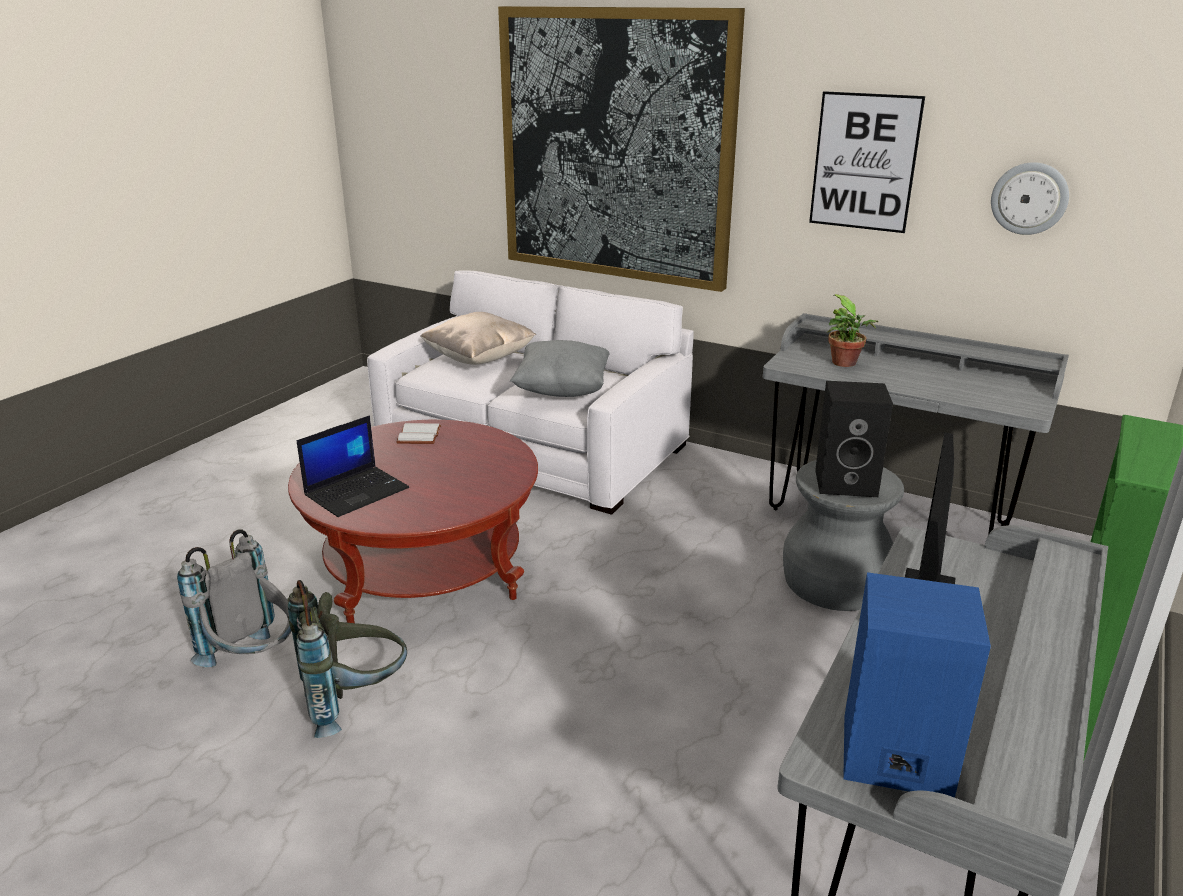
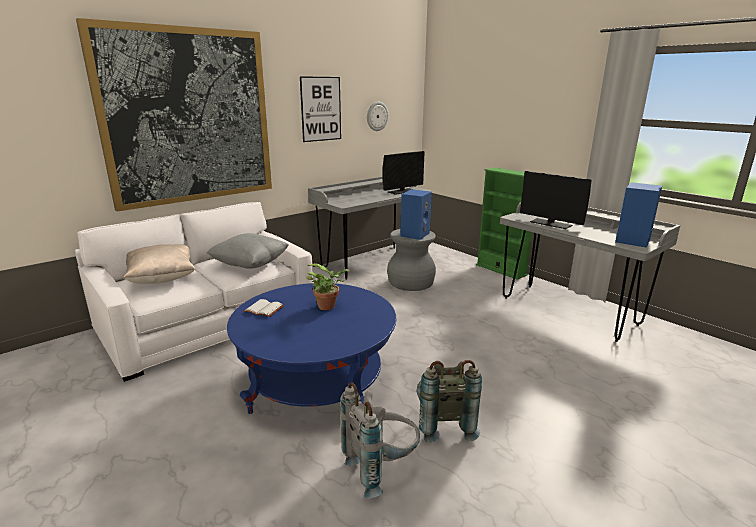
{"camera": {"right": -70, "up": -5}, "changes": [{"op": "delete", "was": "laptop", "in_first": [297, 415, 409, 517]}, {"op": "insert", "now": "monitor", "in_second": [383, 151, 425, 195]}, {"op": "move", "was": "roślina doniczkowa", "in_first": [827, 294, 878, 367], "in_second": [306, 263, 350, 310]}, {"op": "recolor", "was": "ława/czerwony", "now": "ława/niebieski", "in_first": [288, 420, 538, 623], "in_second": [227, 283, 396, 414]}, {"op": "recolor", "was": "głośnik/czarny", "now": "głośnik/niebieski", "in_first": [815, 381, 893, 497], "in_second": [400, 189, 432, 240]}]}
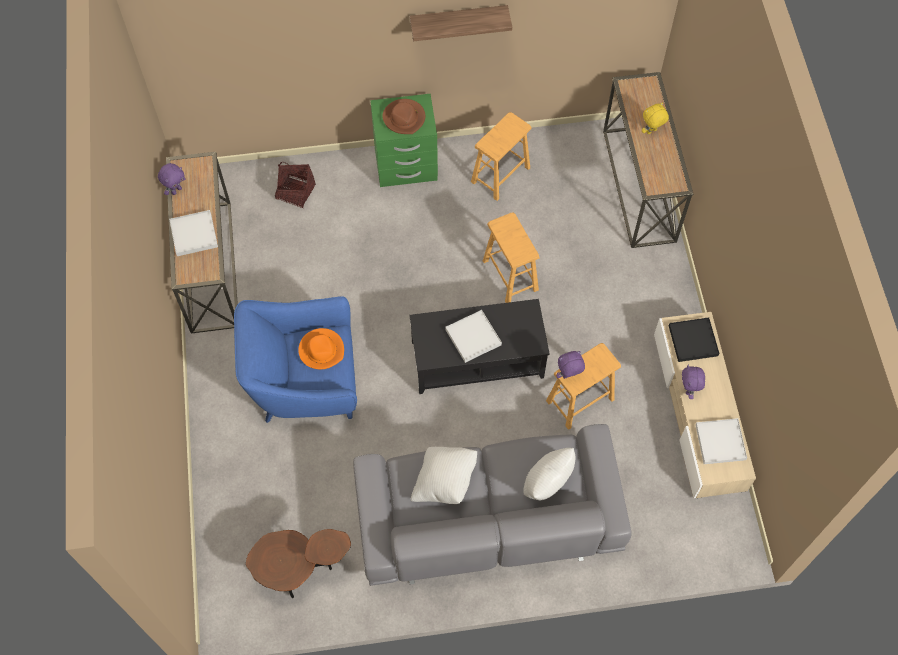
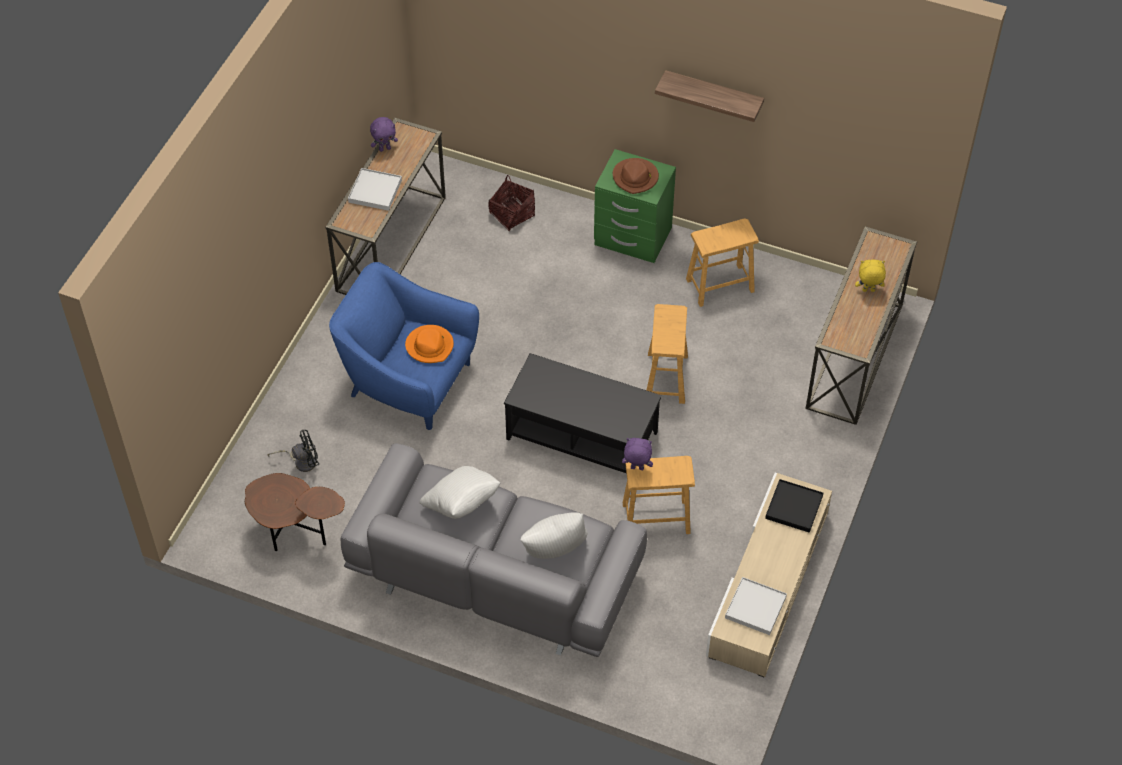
{"camera": {"right": 30, "up": -10}, "changes": [{"op": "delete", "was": "taca/biały", "in_first": [445, 310, 502, 363]}, {"op": "delete", "was": "pluszak/fioletowy", "in_first": [682, 365, 705, 399]}, {"op": "insert", "now": "wentylator/czarny", "in_second": [267, 429, 319, 472]}]}
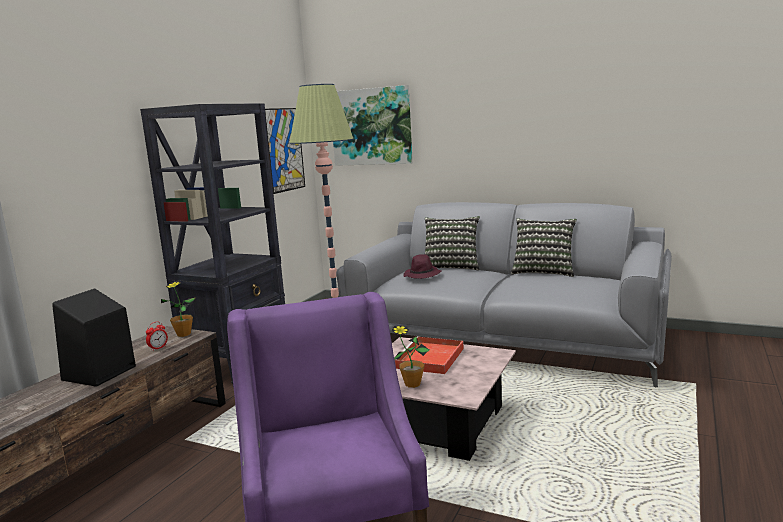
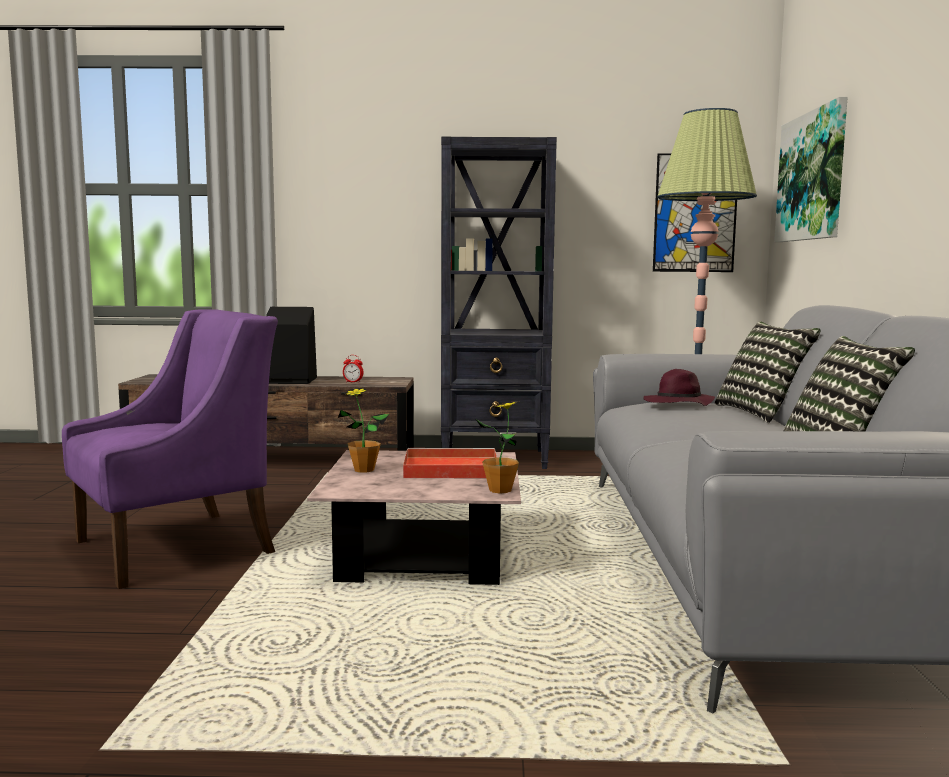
{"camera": {"right": 65, "up": -5}, "changes": [{"op": "move", "was": "roślina doniczkowa", "in_first": [161, 281, 195, 337], "in_second": [477, 402, 519, 493]}]}
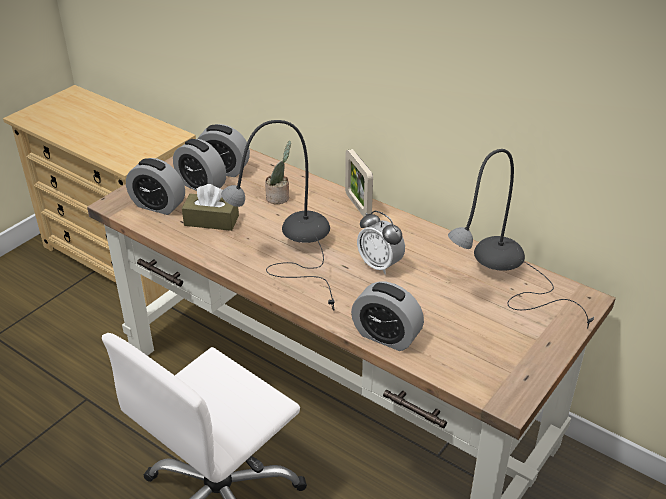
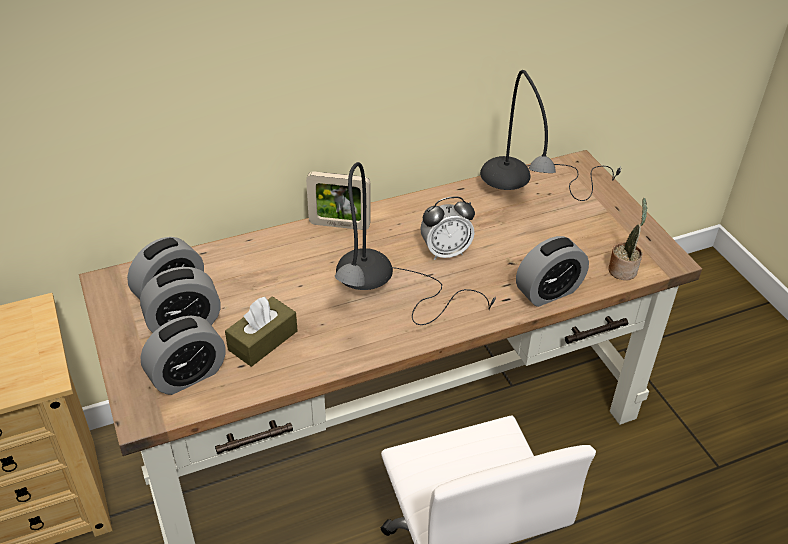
{"camera": {"right": -60, "up": 5}, "changes": [{"op": "move", "was": "roślina doniczkowa", "in_first": [265, 141, 291, 204], "in_second": [608, 198, 647, 280]}]}
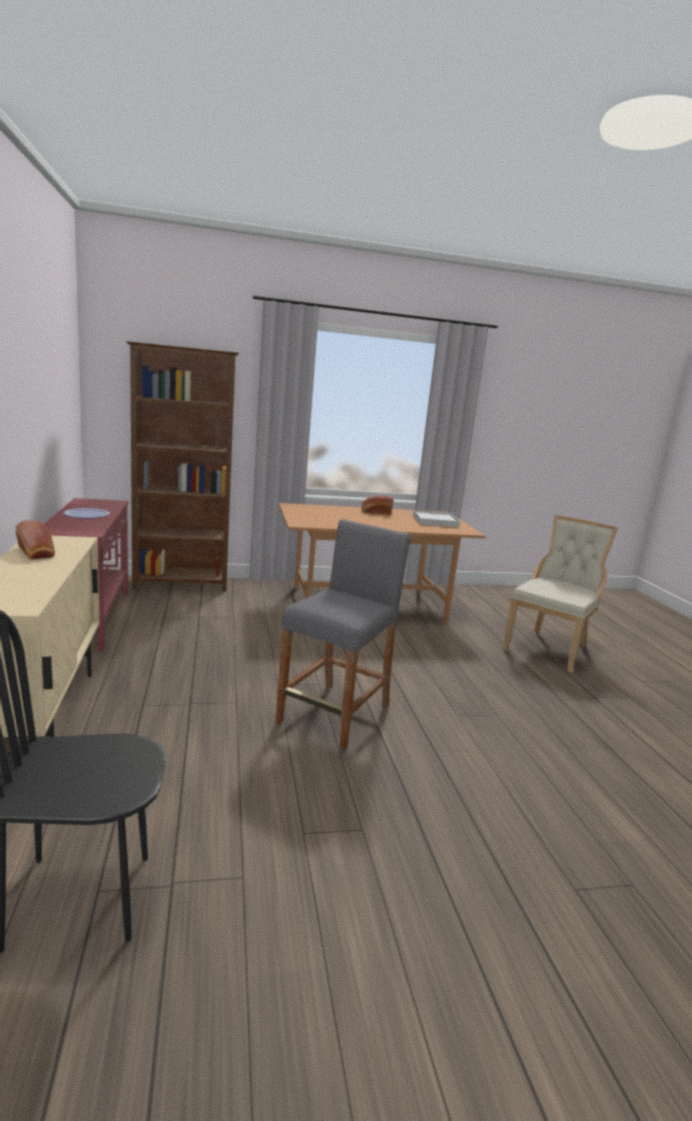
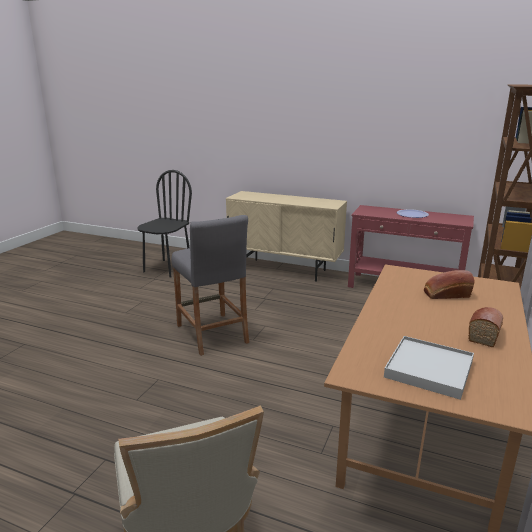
{"camera": {"right": 125, "up": 5}, "changes": [{"op": "move", "was": "chleb", "in_first": [16, 520, 55, 559], "in_second": [424, 270, 474, 299]}]}
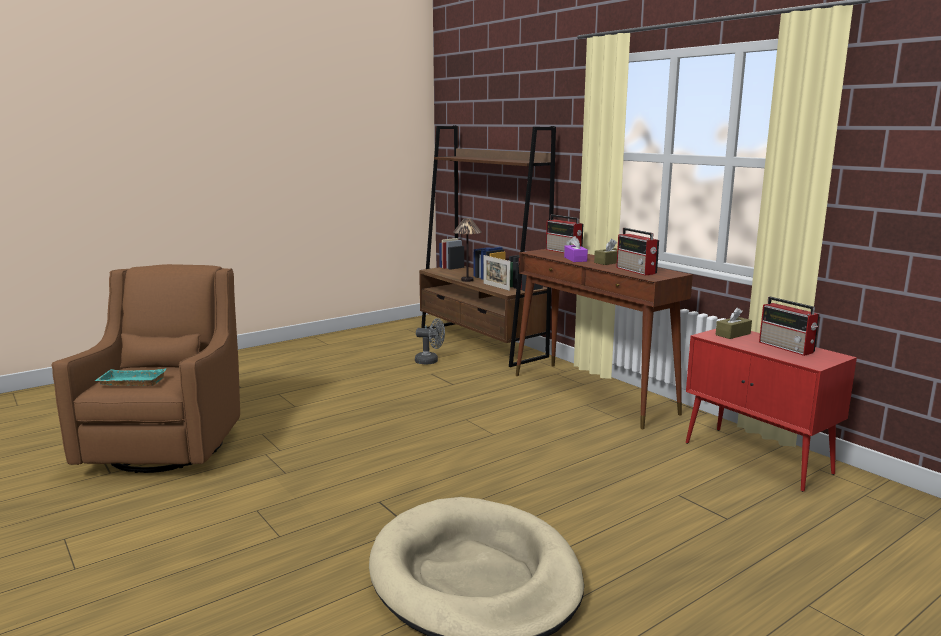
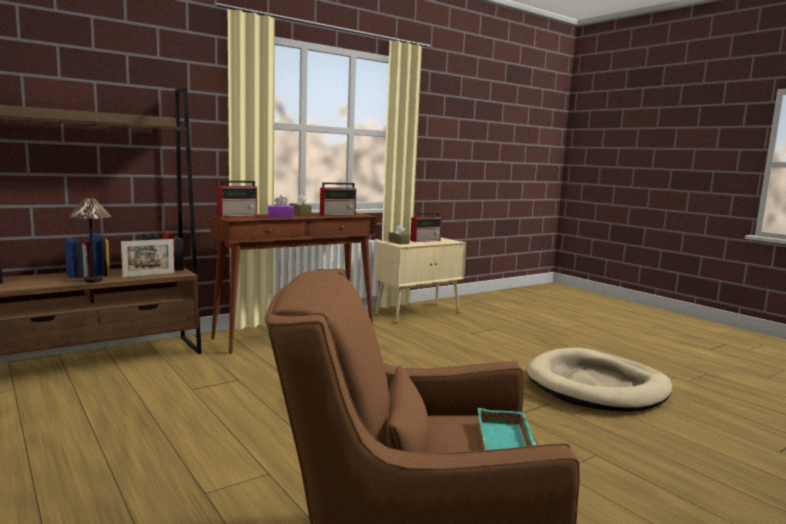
{"camera": {"right": -90, "up": -5}, "changes": [{"op": "delete", "was": "wentylator/szary", "in_first": [415, 318, 445, 364]}, {"op": "recolor", "was": "szafka/czerwony", "now": "szafka/beżowy", "in_first": [686, 329, 857, 492], "in_second": [374, 238, 466, 323]}]}
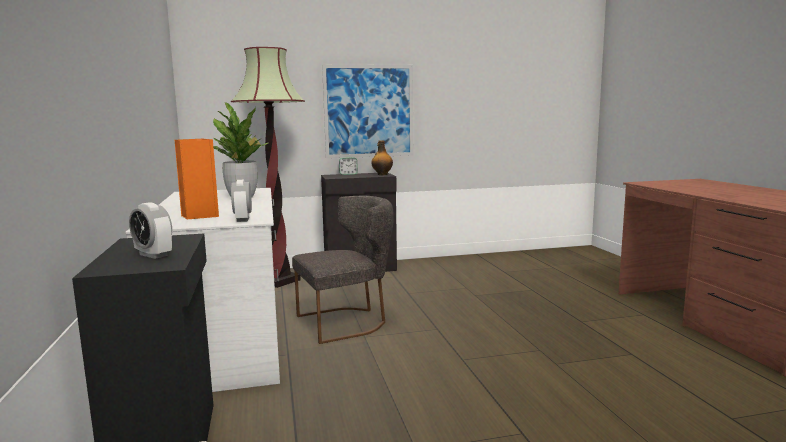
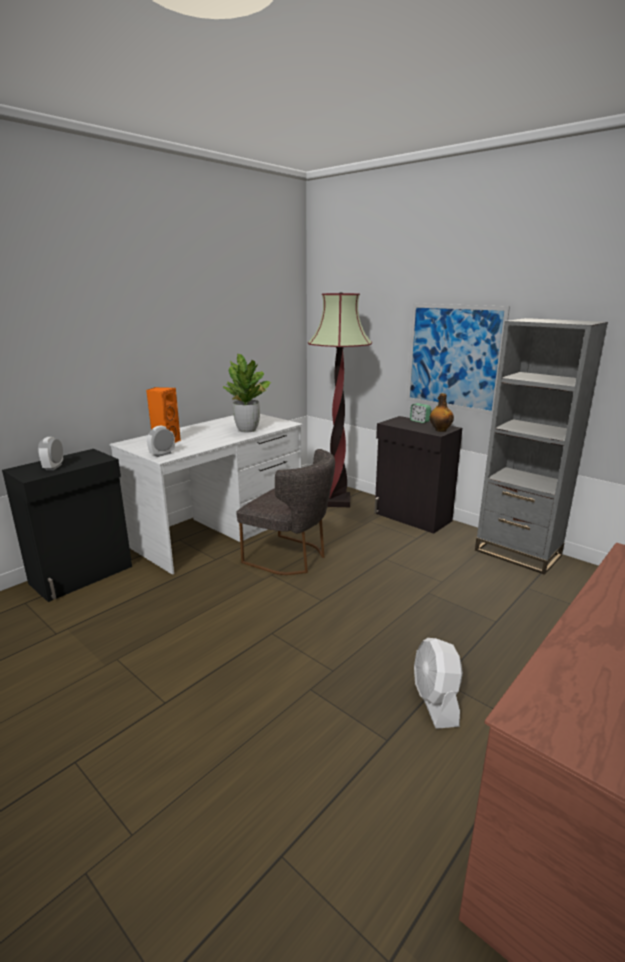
{"camera": {"right": 55, "up": 10}, "changes": [{"op": "insert", "now": "wentylator/biały", "in_second": [414, 638, 463, 729]}, {"op": "insert", "now": "regał/szary", "in_second": [475, 318, 608, 575]}]}
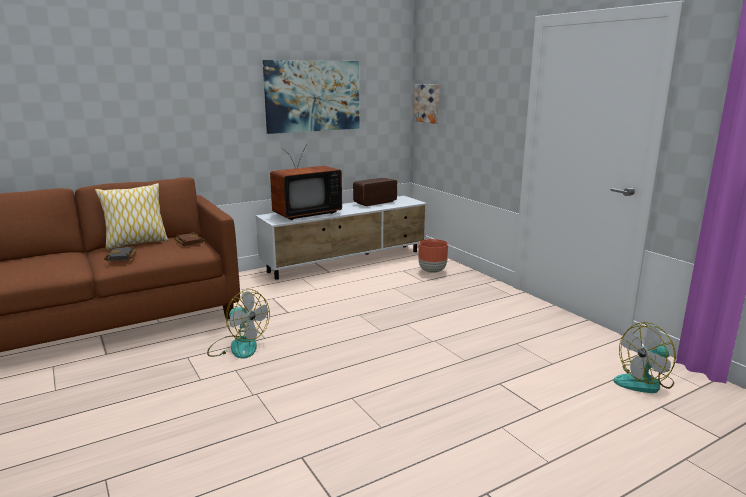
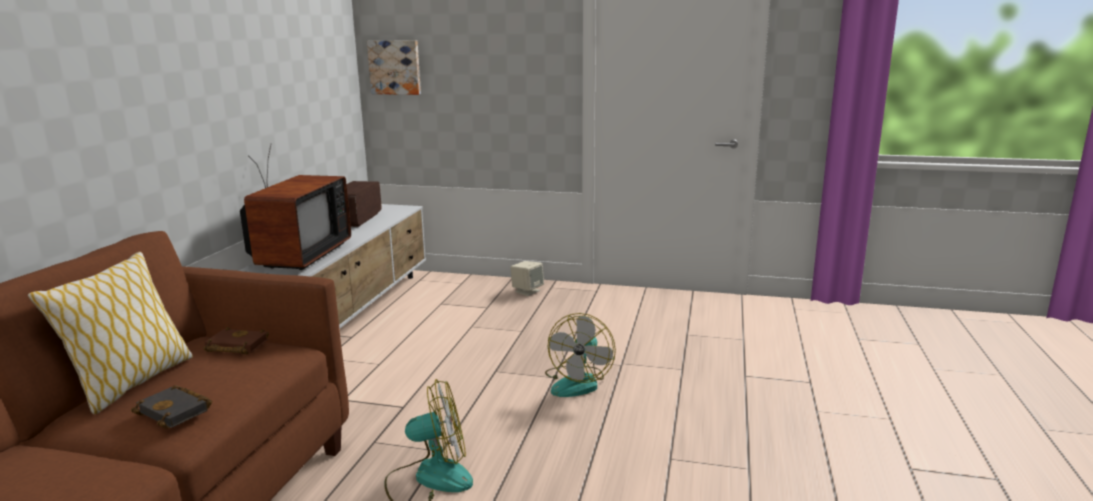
{"camera": {"right": -45, "up": 0}, "changes": [{"op": "delete", "was": "obraz", "in_first": [263, 60, 359, 134]}, {"op": "delete", "was": "donica/brązowy", "in_first": [418, 239, 448, 273]}, {"op": "insert", "now": "głośnik/beżowy", "in_second": [510, 261, 544, 296]}, {"op": "move", "was": "wentylator", "in_first": [614, 322, 676, 393], "in_second": [545, 313, 616, 397]}]}
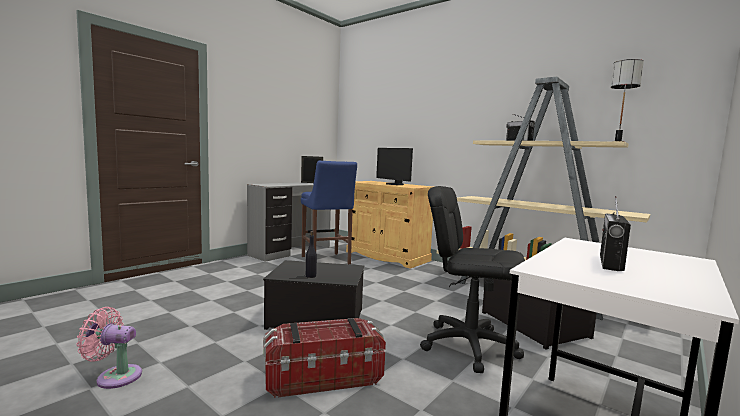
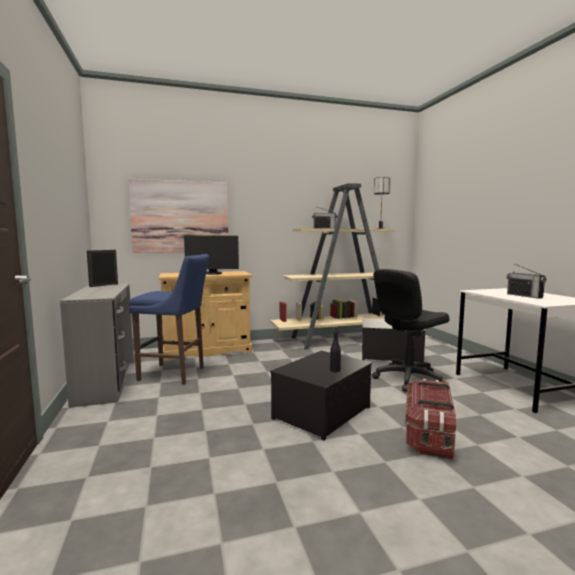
{"camera": {"right": -55, "up": 0}, "changes": [{"op": "delete", "was": "wentylator/różowy", "in_first": [76, 307, 142, 389]}, {"op": "insert", "now": "obraz", "in_second": [129, 179, 228, 253]}]}
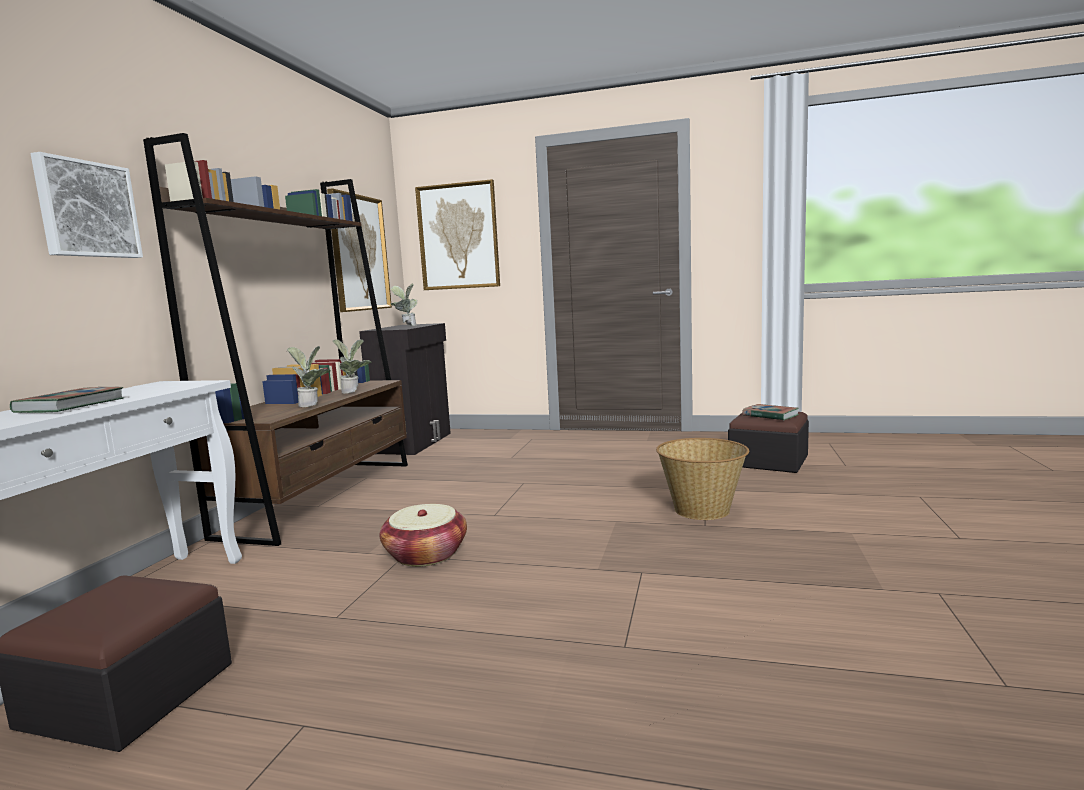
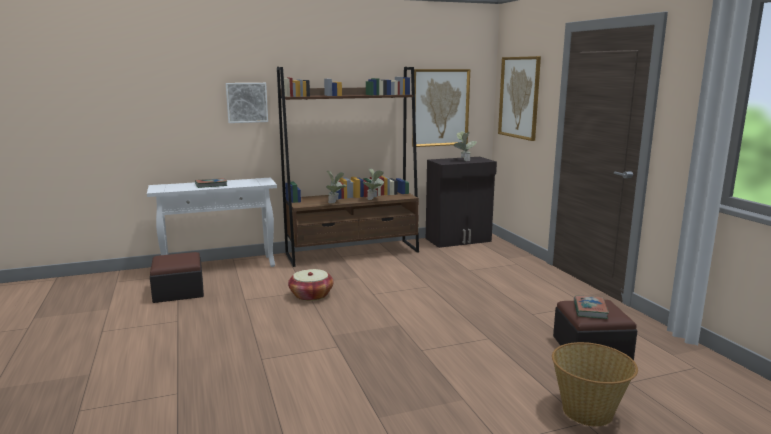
{"camera": {"right": 55, "up": 5}, "changes": [{"op": "move", "was": "koszyk", "in_first": [656, 438, 749, 520], "in_second": [552, 342, 638, 426]}]}
